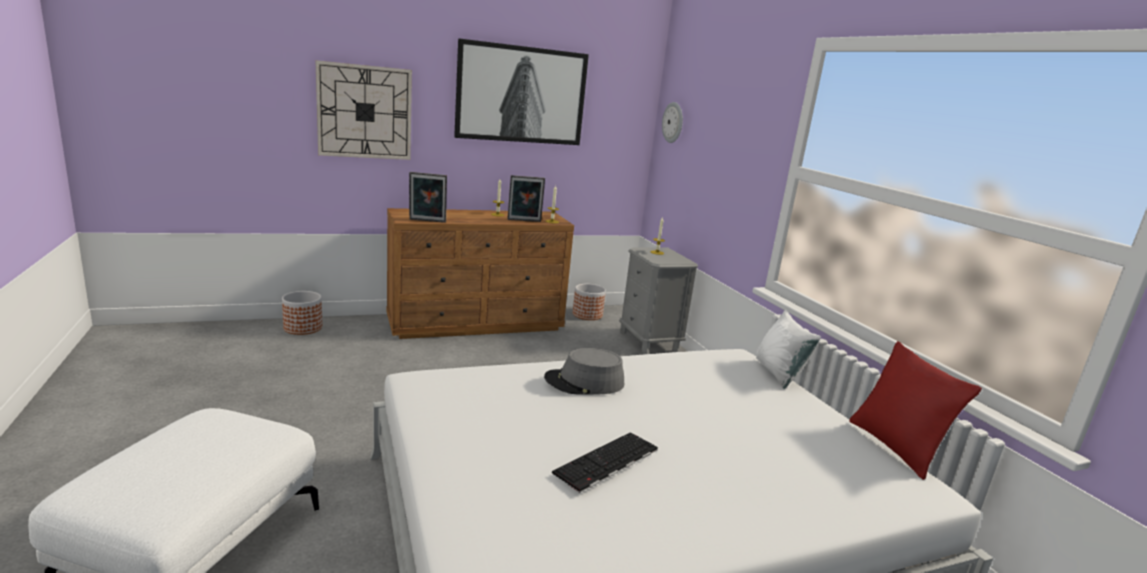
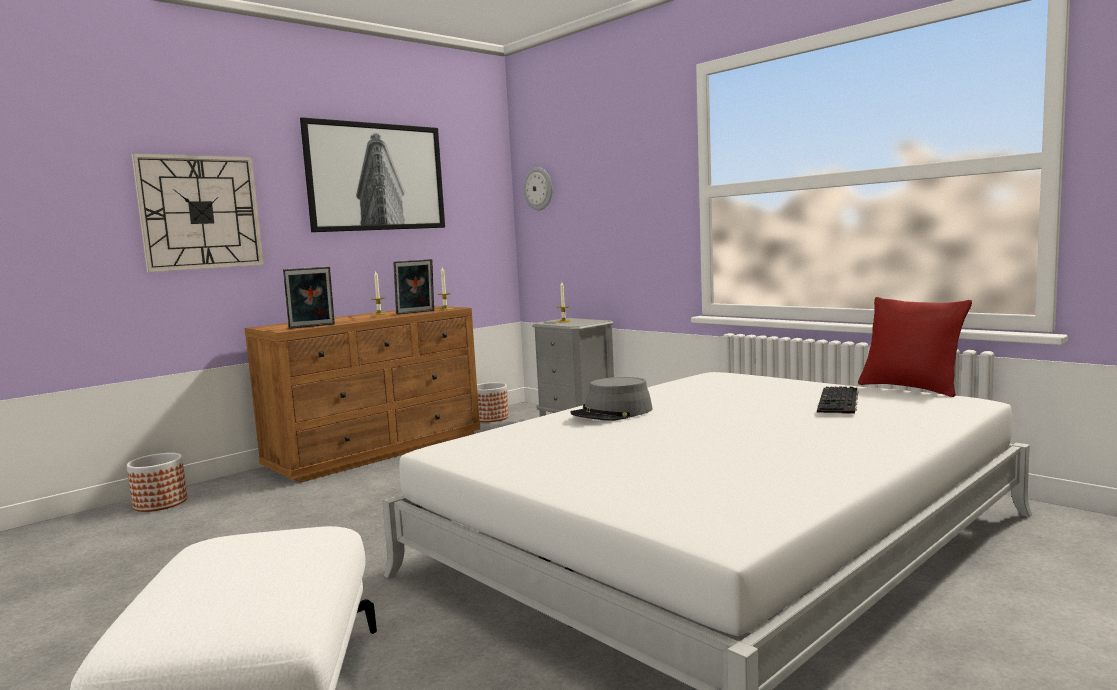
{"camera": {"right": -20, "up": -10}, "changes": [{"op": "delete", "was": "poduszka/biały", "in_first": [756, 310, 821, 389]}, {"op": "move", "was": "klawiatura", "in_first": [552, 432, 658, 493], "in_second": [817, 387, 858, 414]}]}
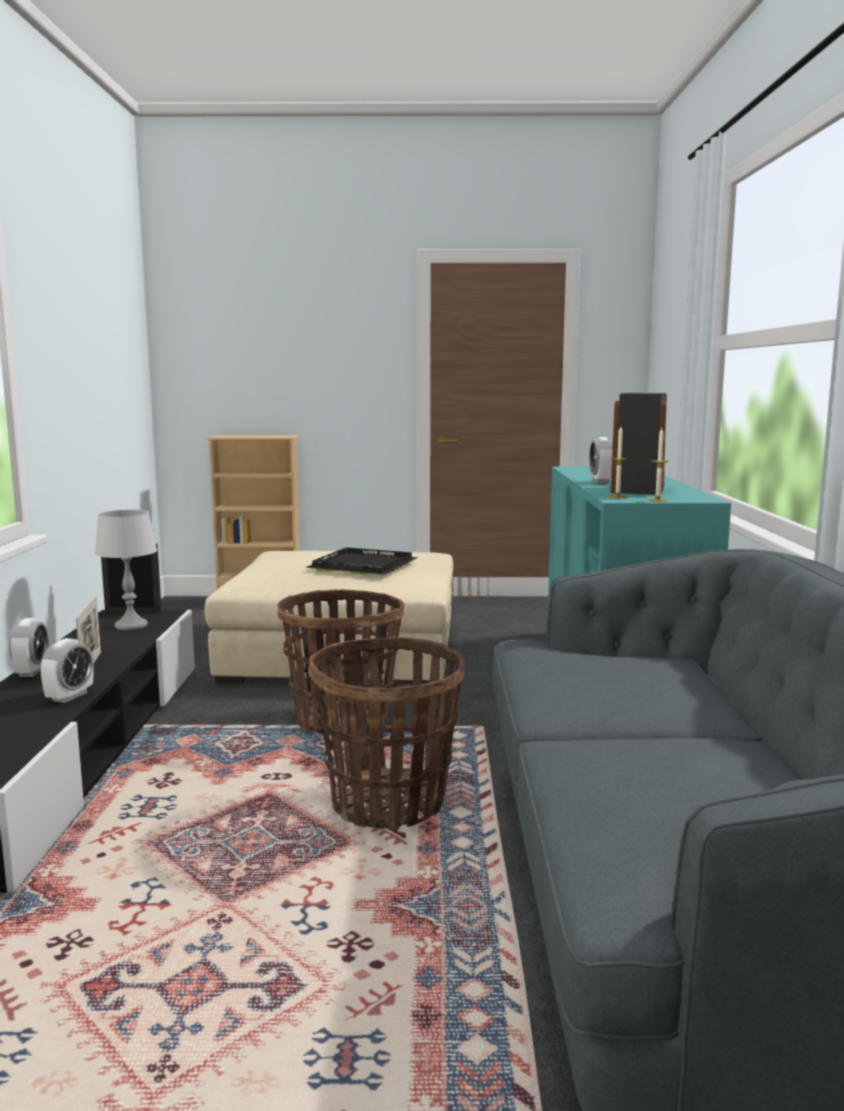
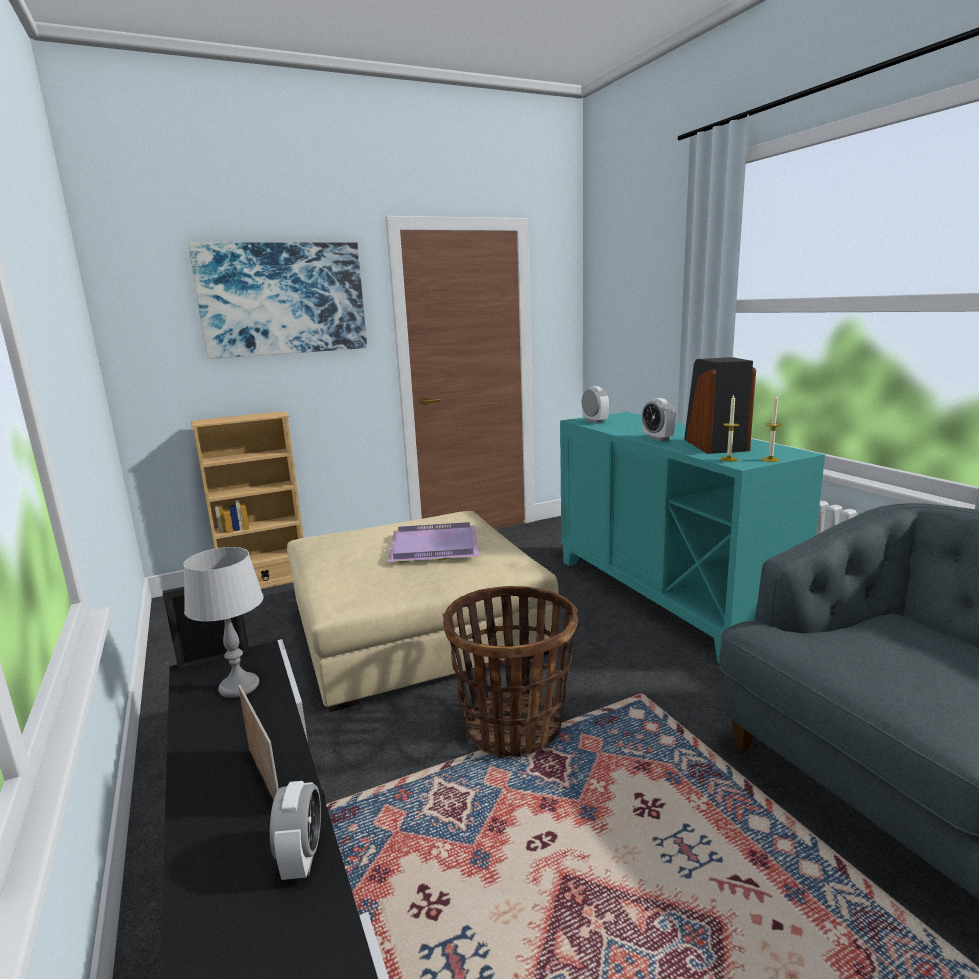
{"camera": {"right": -25, "up": 5}, "changes": [{"op": "delete", "was": "koszyk", "in_first": [308, 637, 465, 830]}, {"op": "insert", "now": "obraz", "in_second": [188, 242, 367, 359]}, {"op": "move", "was": "budzik", "in_first": [9, 618, 49, 677], "in_second": [582, 386, 609, 423]}, {"op": "recolor", "was": "taca/czarny", "now": "taca/fioletowy", "in_first": [305, 547, 418, 575], "in_second": [388, 522, 479, 563]}]}
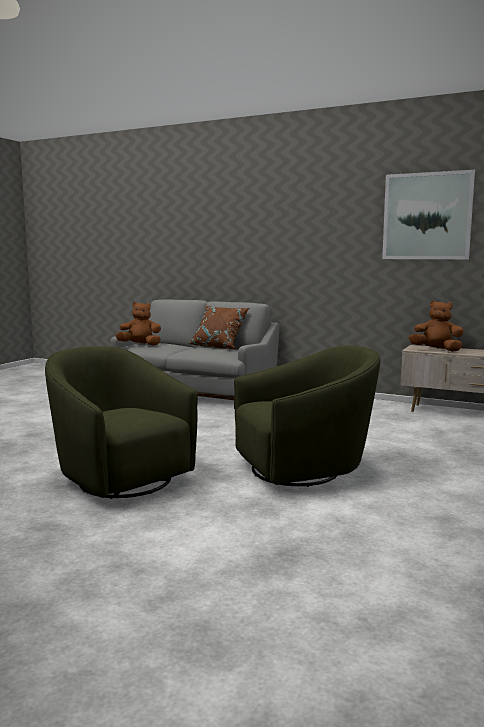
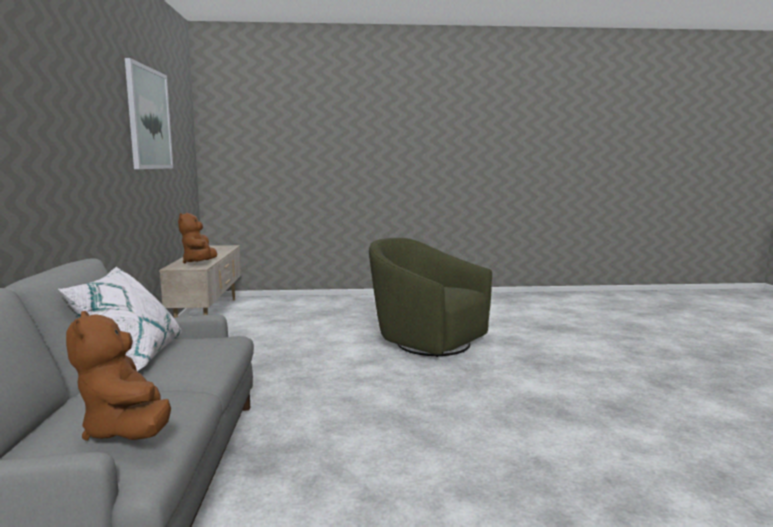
{"camera": {"right": -120, "up": 0}, "changes": [{"op": "delete", "was": "fotel/zielony", "in_first": [45, 346, 198, 499]}, {"op": "recolor", "was": "poduszka/brązowy", "now": "poduszka/biały", "in_first": [189, 306, 249, 349], "in_second": [58, 267, 182, 371]}]}
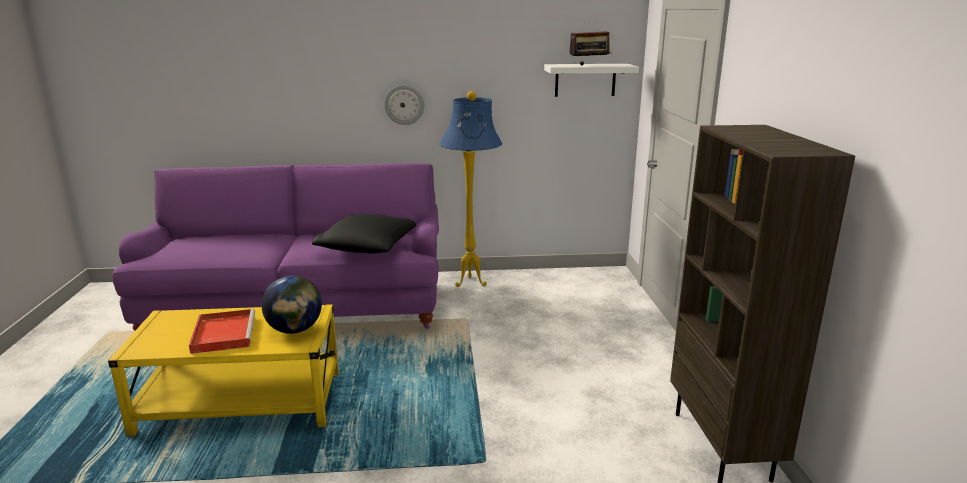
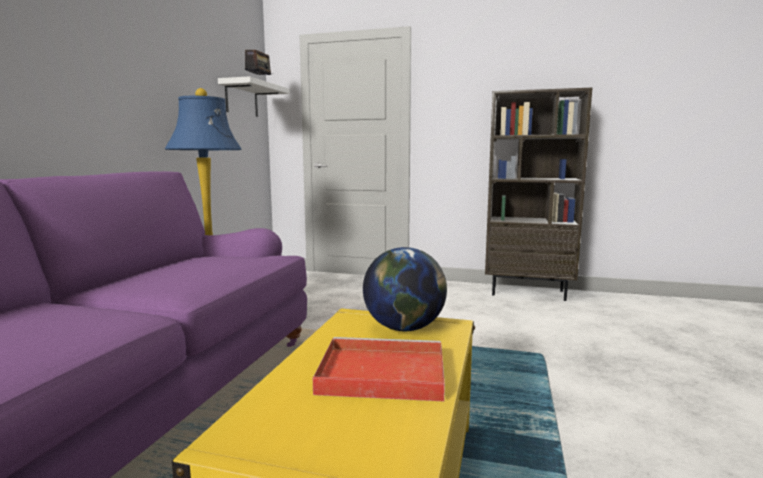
{"camera": {"right": -70, "up": -10}, "changes": [{"op": "delete", "was": "poduszka/czarny", "in_first": [312, 214, 416, 253]}, {"op": "delete", "was": "zegar ścienny", "in_first": [384, 85, 425, 125]}]}
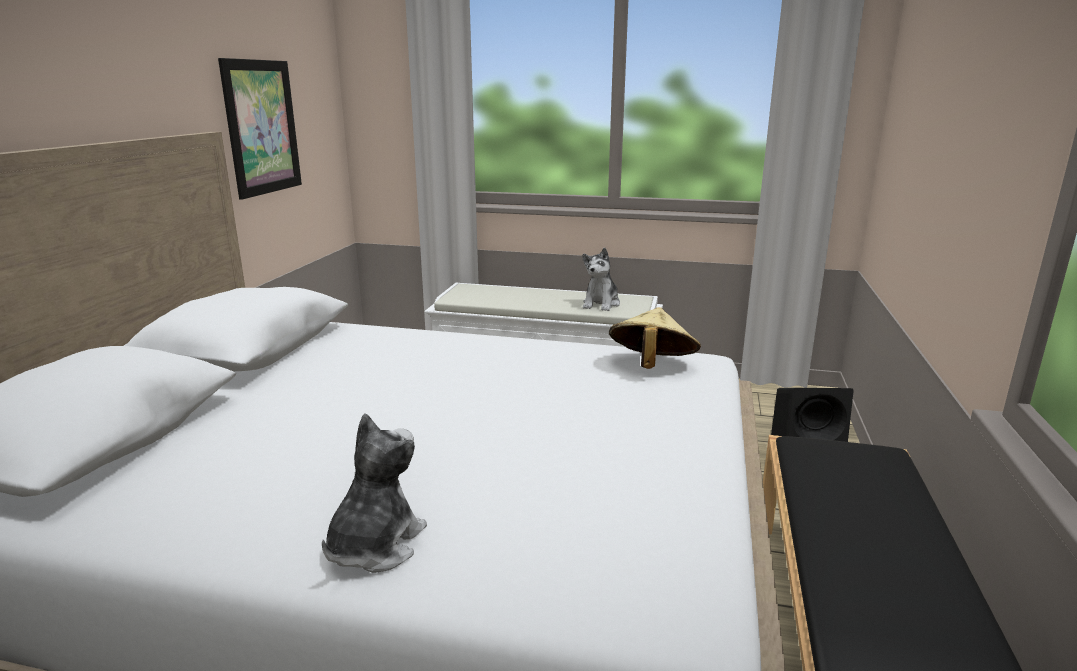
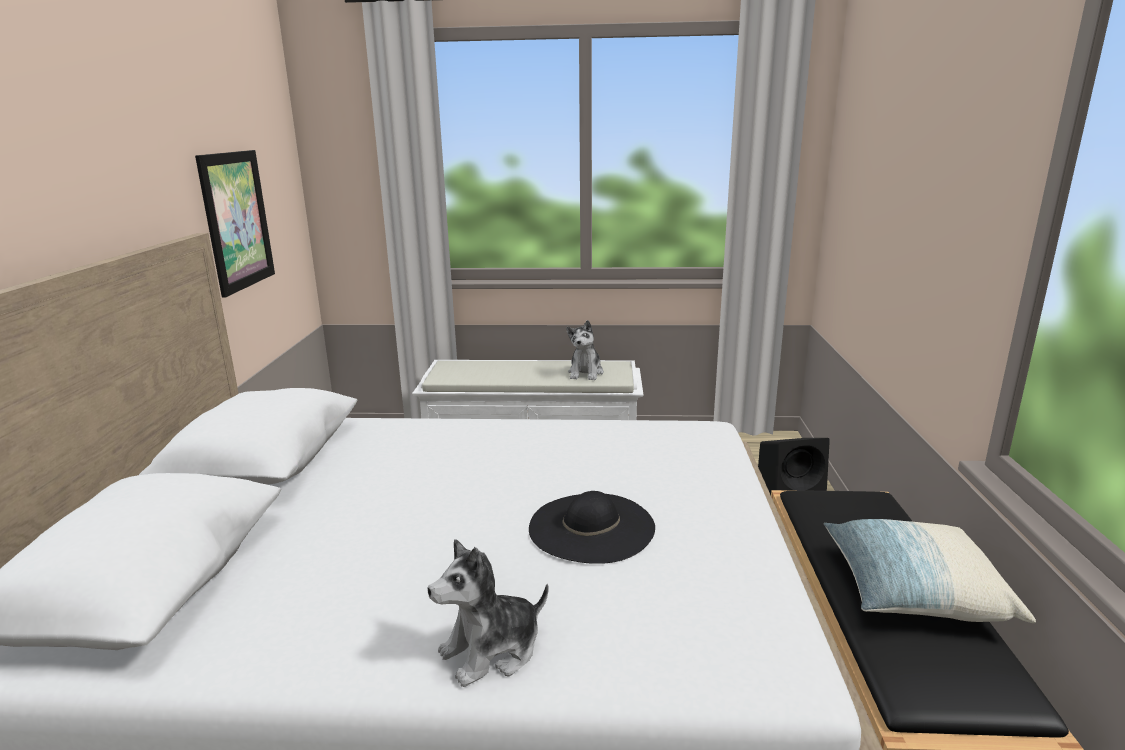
{"camera": {"right": -10, "up": 0}, "changes": [{"op": "delete", "was": "kapelusz/beżowy", "in_first": [609, 307, 701, 369]}, {"op": "insert", "now": "kapelusz/czarny", "in_second": [529, 491, 655, 564]}, {"op": "insert", "now": "poduszka", "in_second": [824, 519, 1036, 623]}, {"op": "rotate", "was": "pluszak", "in_first": [322, 413, 427, 573], "in_second": [428, 539, 548, 687], "clockwise": -135}]}
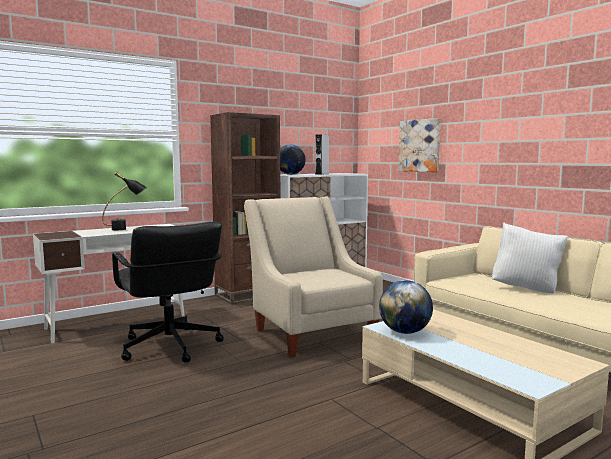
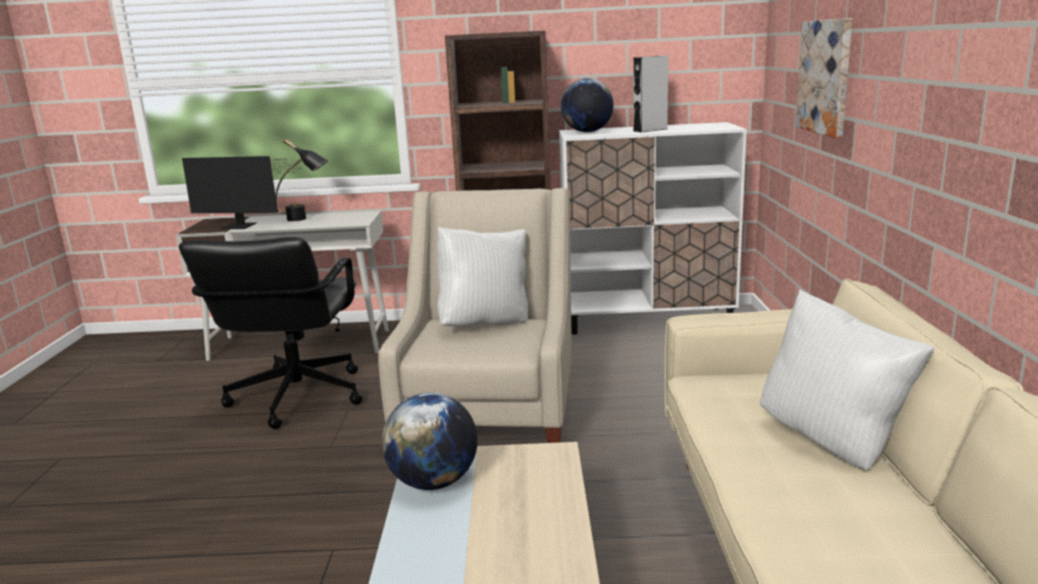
{"camera": {"right": 35, "up": 10}, "changes": [{"op": "insert", "now": "monitor", "in_second": [182, 156, 300, 229]}, {"op": "insert", "now": "poduszka/biały", "in_second": [437, 227, 528, 327]}]}
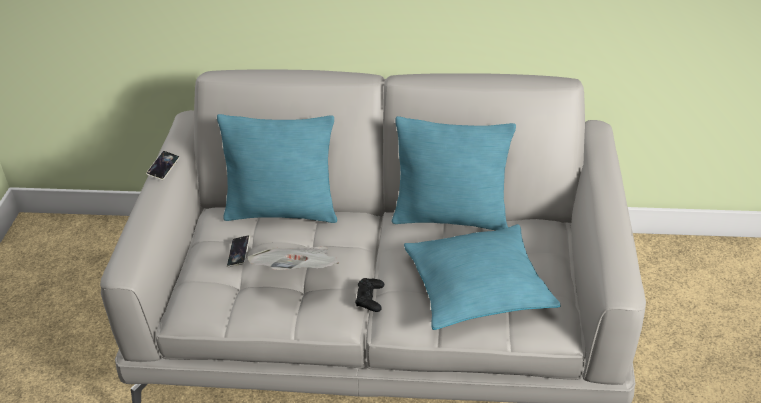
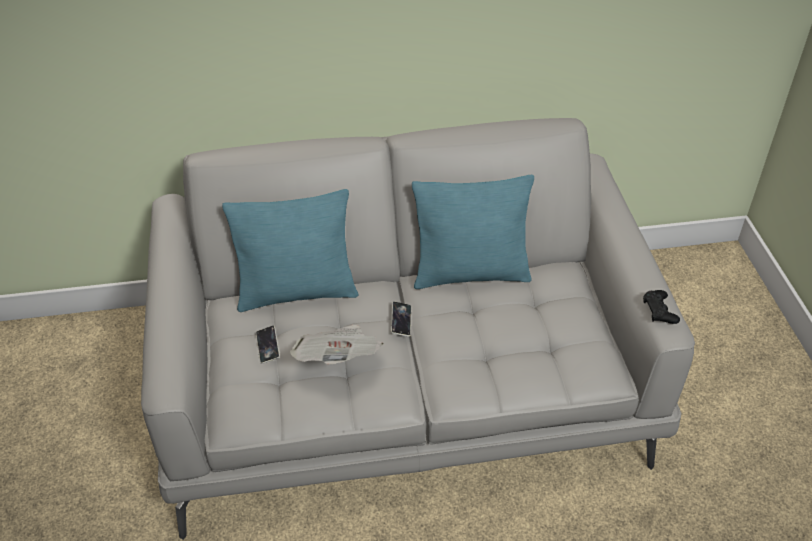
{"camera": {"right": -15, "up": 5}, "changes": [{"op": "delete", "was": "poduszka/turkusowy", "in_first": [404, 224, 561, 330]}, {"op": "move", "was": "telefon", "in_first": [146, 151, 180, 180], "in_second": [391, 302, 411, 337]}, {"op": "move", "was": "pad do gier/czarny", "in_first": [355, 278, 384, 312], "in_second": [643, 290, 680, 324]}]}
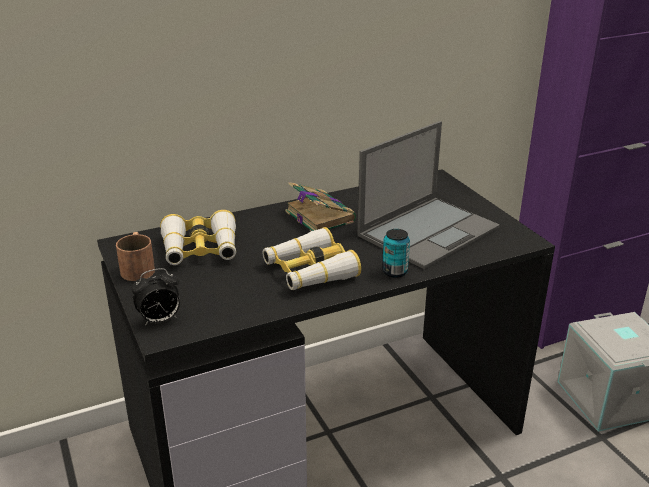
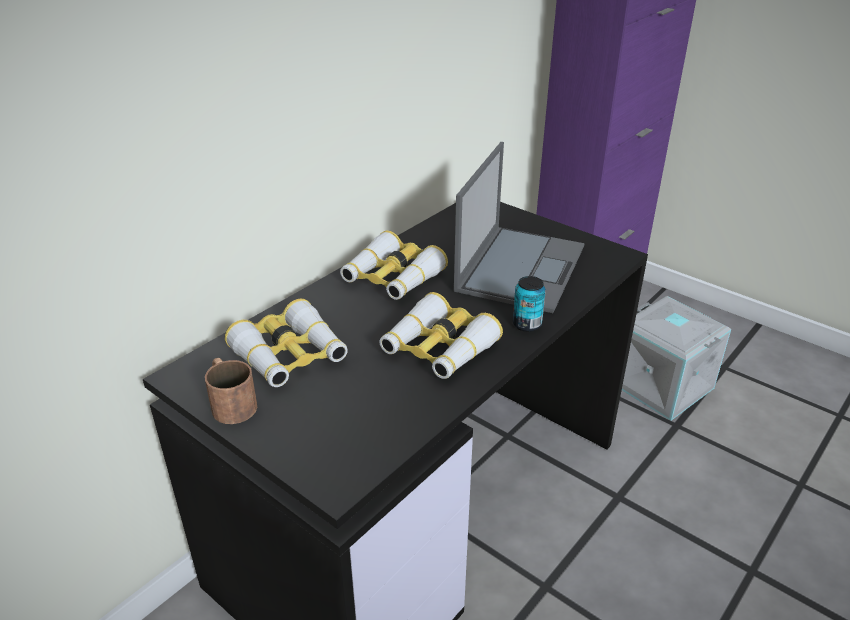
{"camera": {"right": -25, "up": 5}, "changes": [{"op": "delete", "was": "budzik", "in_first": [132, 268, 180, 326]}, {"op": "replace", "was": "książka", "now": "lornetka", "in_first": [285, 182, 356, 232], "in_second": [340, 231, 448, 300]}]}
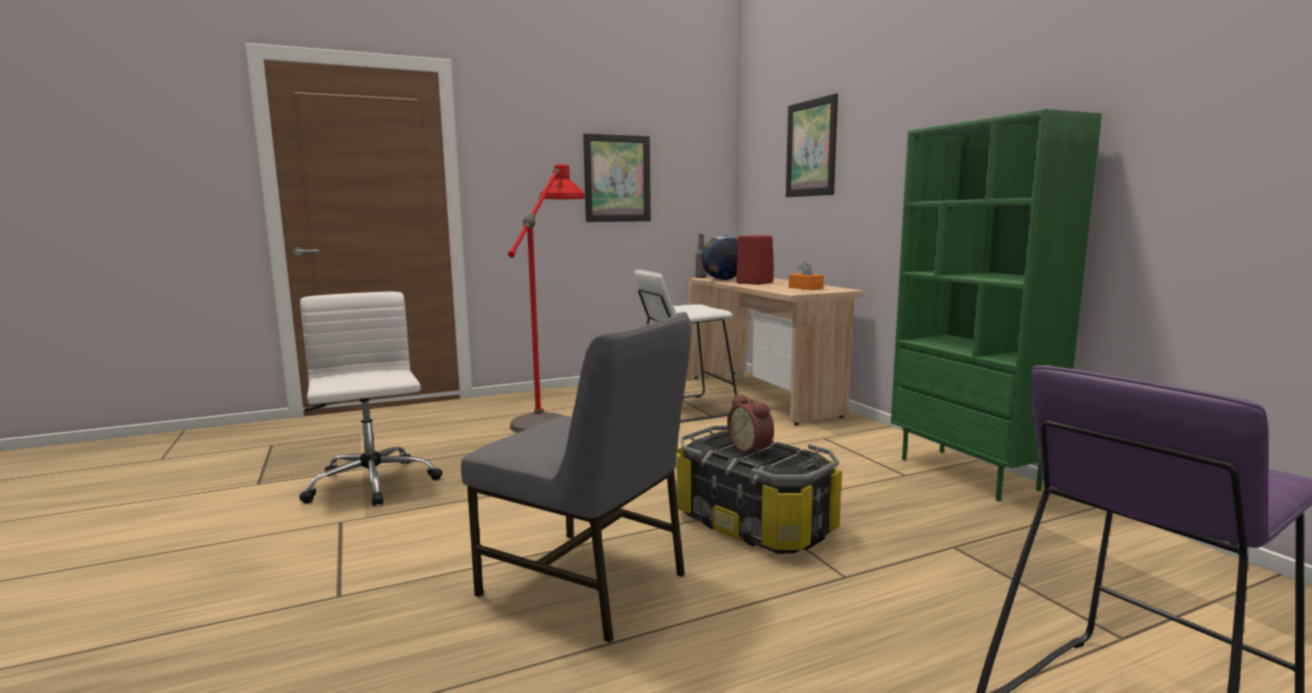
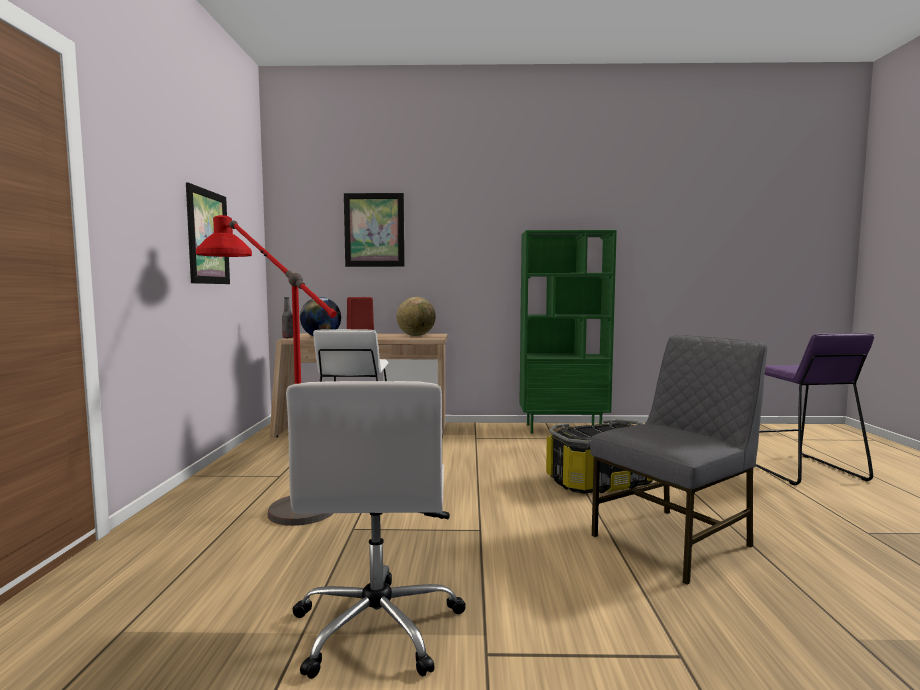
{"camera": {"right": -65, "up": -5}, "changes": [{"op": "delete", "was": "budzik", "in_first": [727, 394, 774, 455]}, {"op": "replace", "was": "pudełko chusteczek/pomarańczowy", "now": "globus", "in_first": [789, 261, 824, 290], "in_second": [396, 297, 436, 336]}, {"op": "rotate", "was": "krzesło biurowe/biały", "in_first": [299, 292, 442, 506], "in_second": [286, 381, 466, 679], "clockwise": -90}]}
